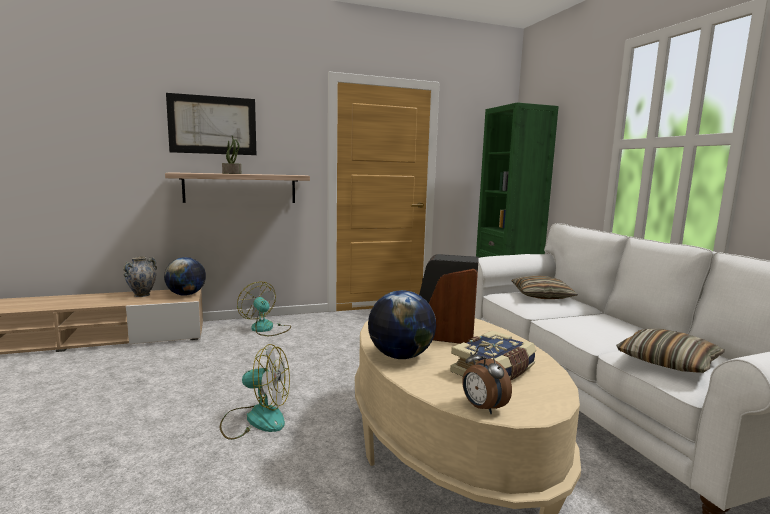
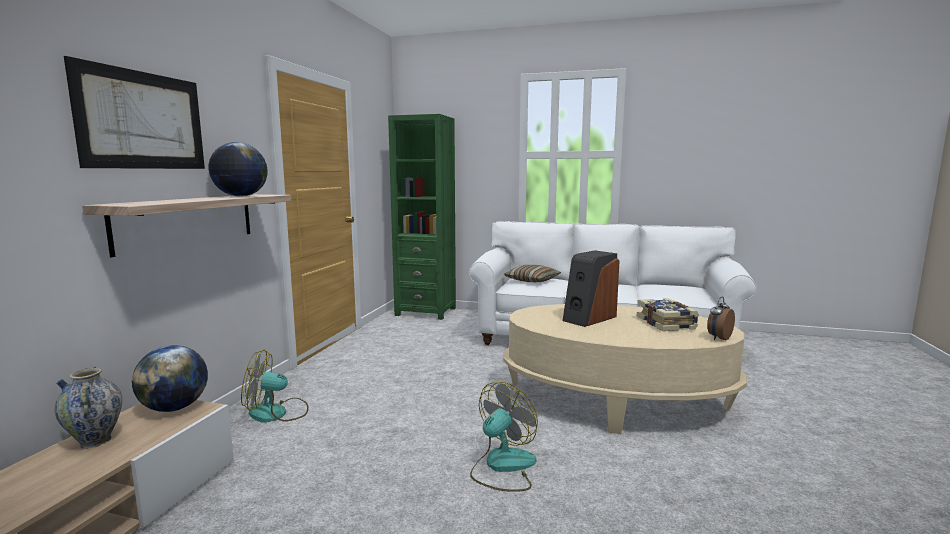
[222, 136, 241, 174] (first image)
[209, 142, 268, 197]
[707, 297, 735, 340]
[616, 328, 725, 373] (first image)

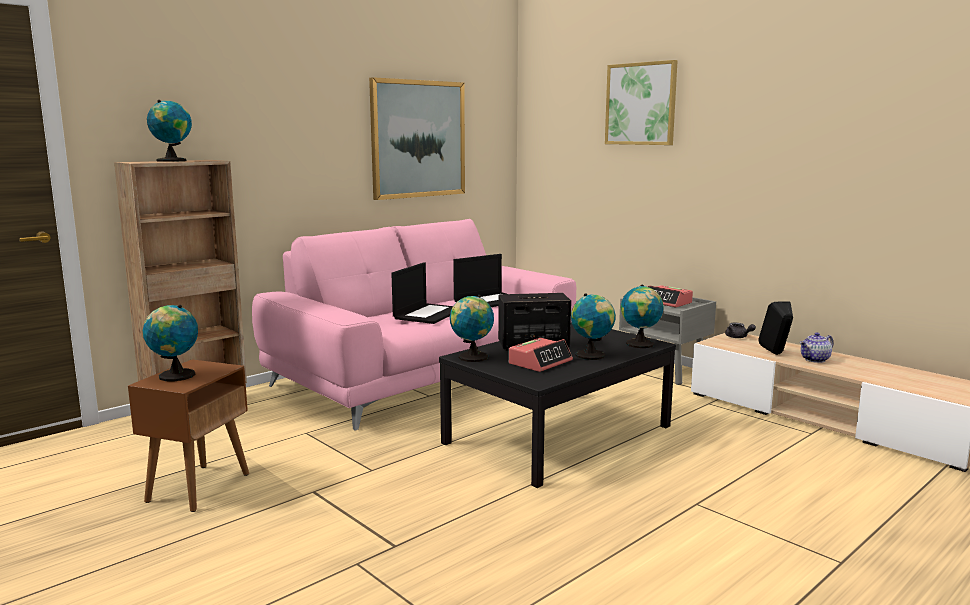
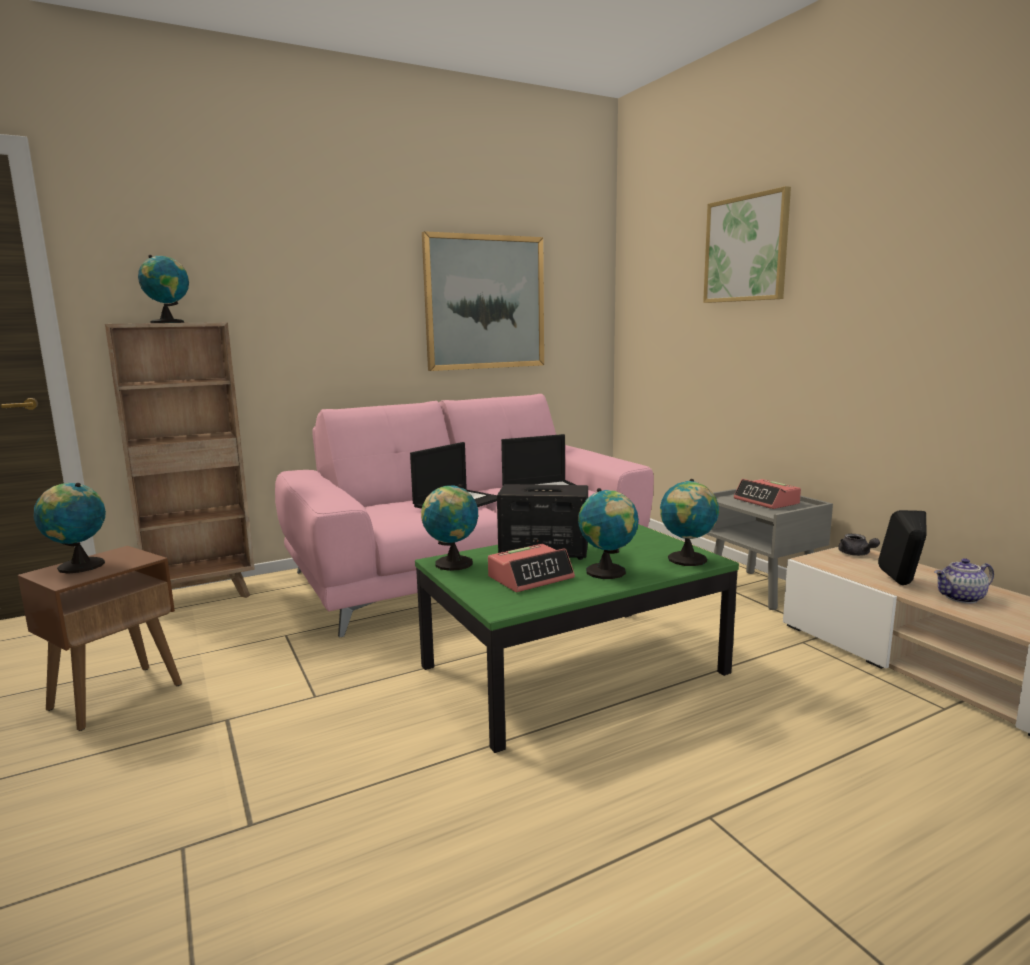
[415, 524, 739, 753]

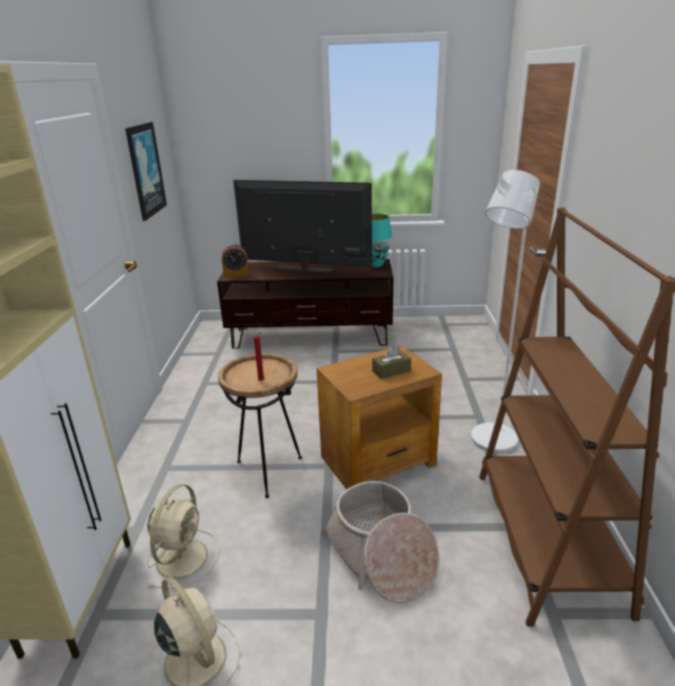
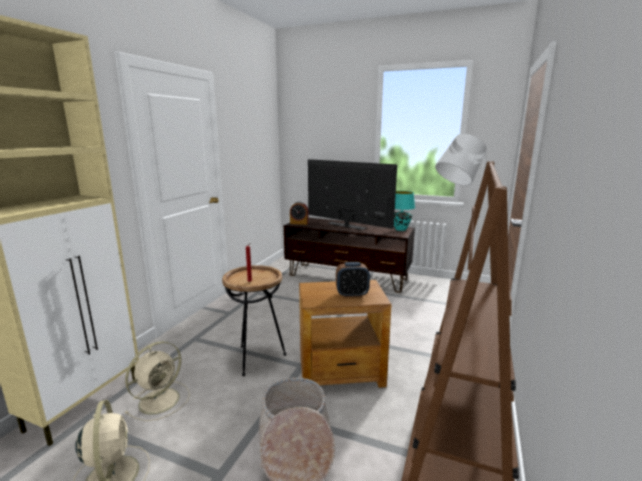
[125, 122, 167, 221] (first image)
[336, 262, 370, 297]

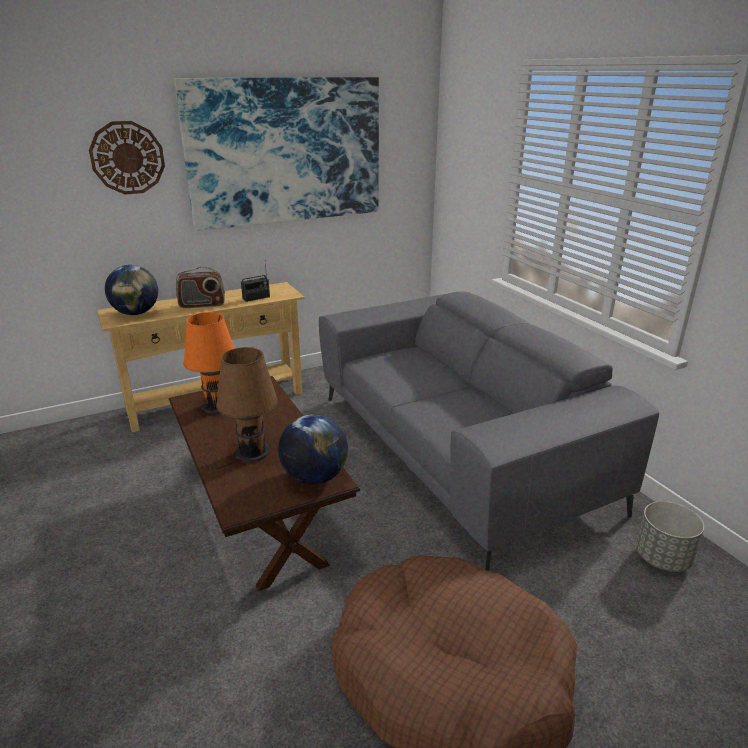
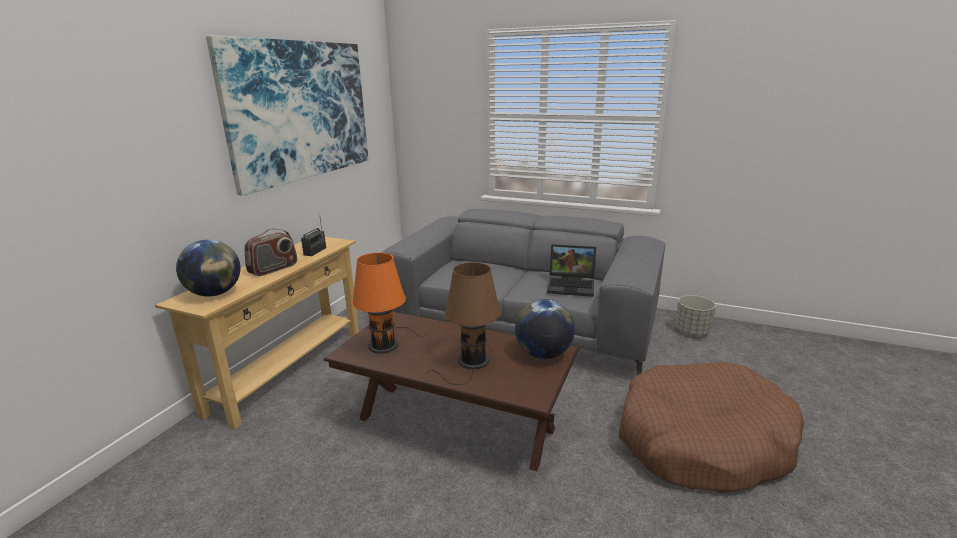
[89, 121, 165, 195] (first image)
[547, 244, 596, 297]

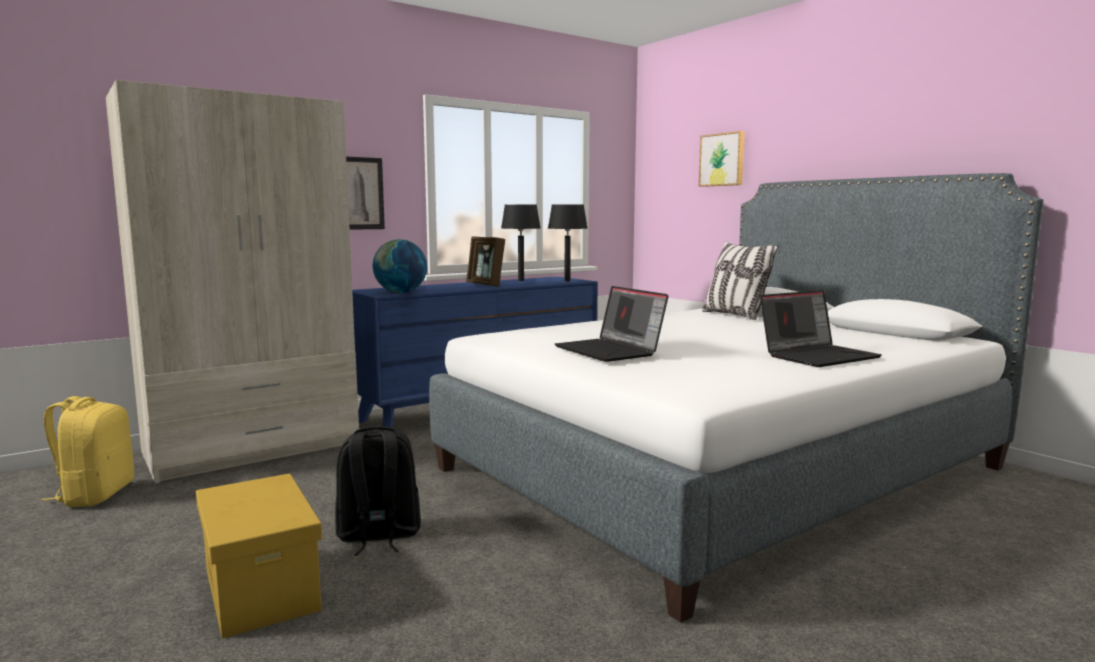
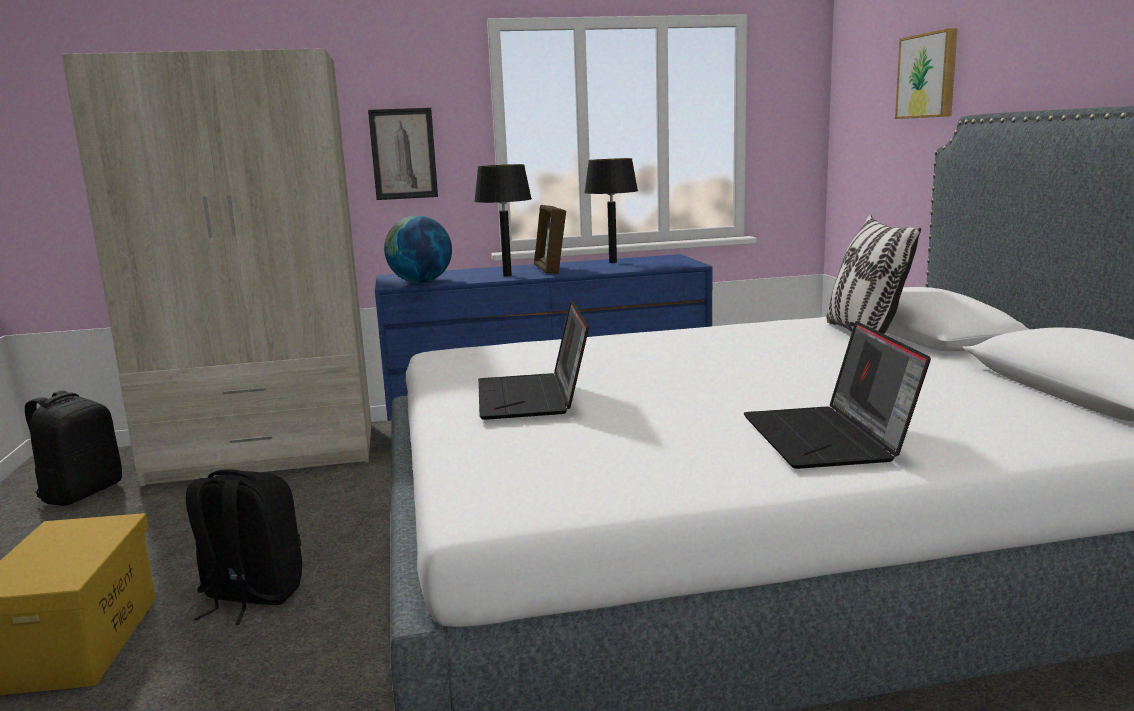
[25, 390, 122, 506]
[474, 164, 532, 276]
[744, 321, 931, 469]

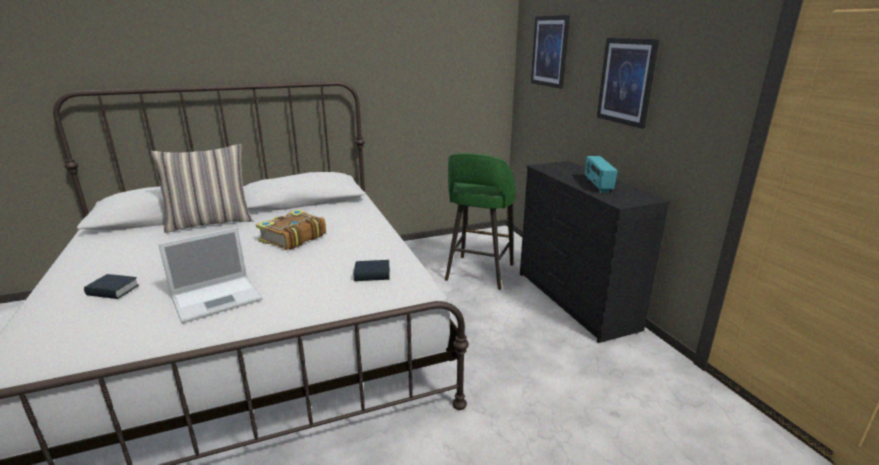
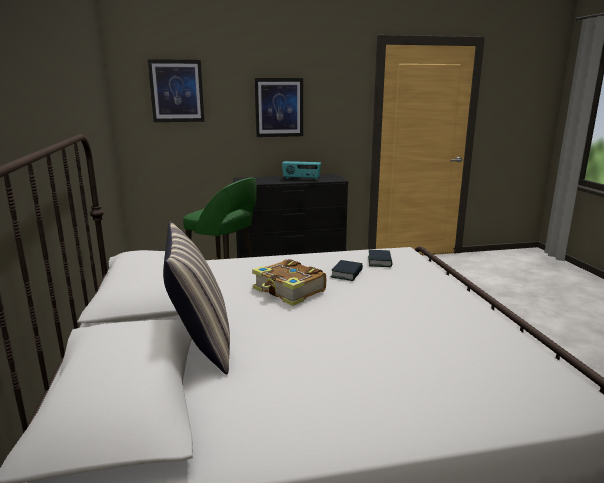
[331, 260, 363, 281]
[158, 227, 262, 324] (first image)

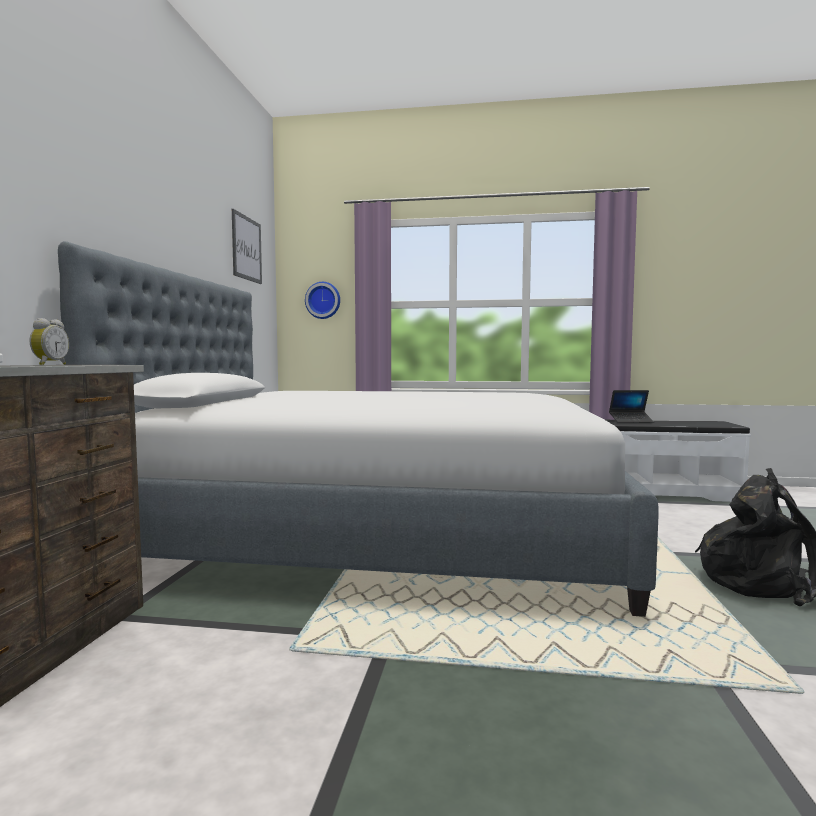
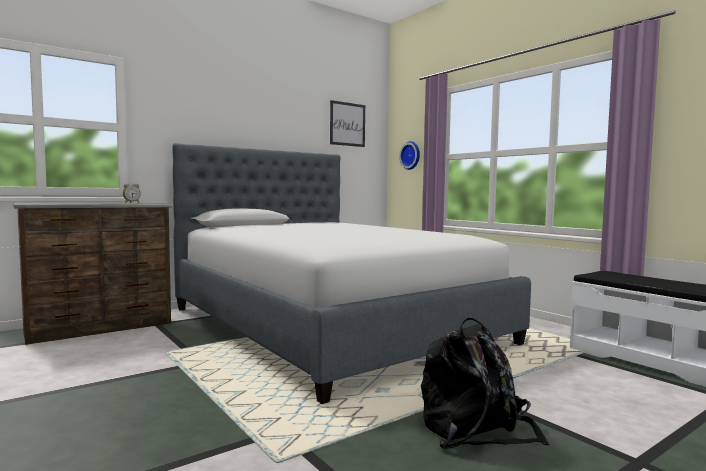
[609, 390, 654, 423] (first image)

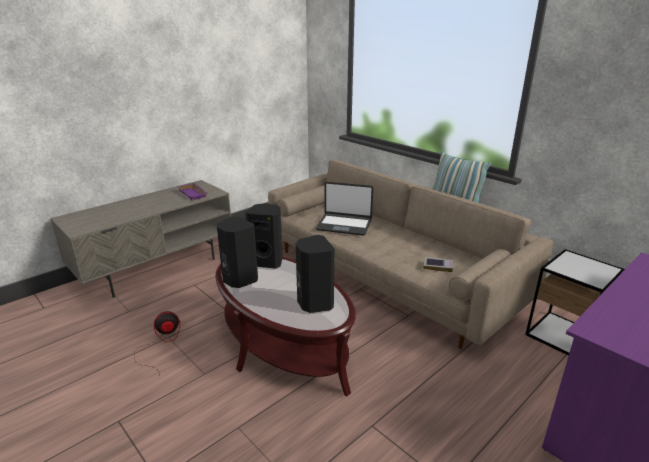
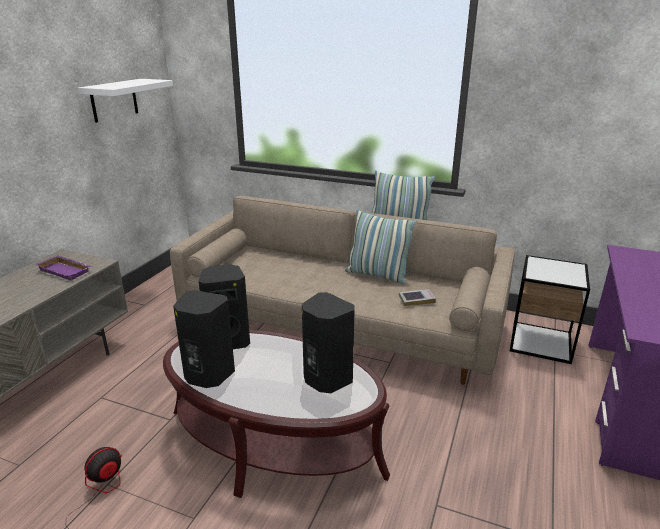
[316, 182, 373, 235] (first image)
[78, 79, 173, 123]
[345, 209, 416, 284]

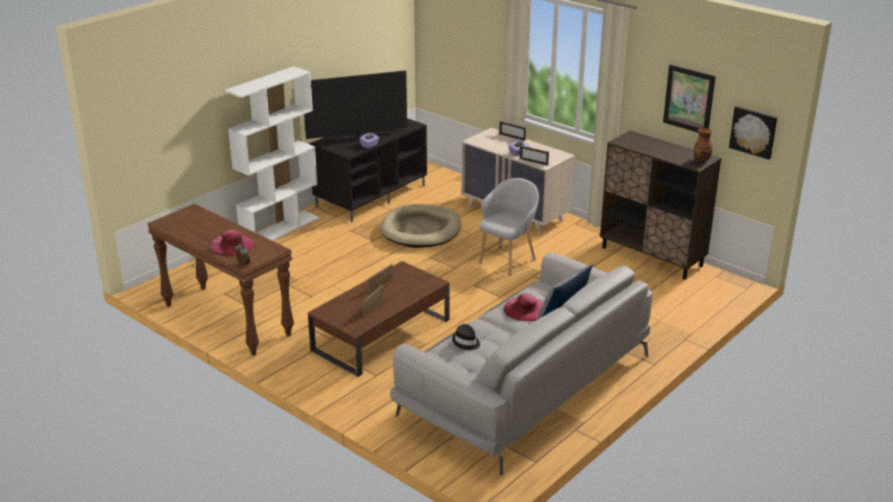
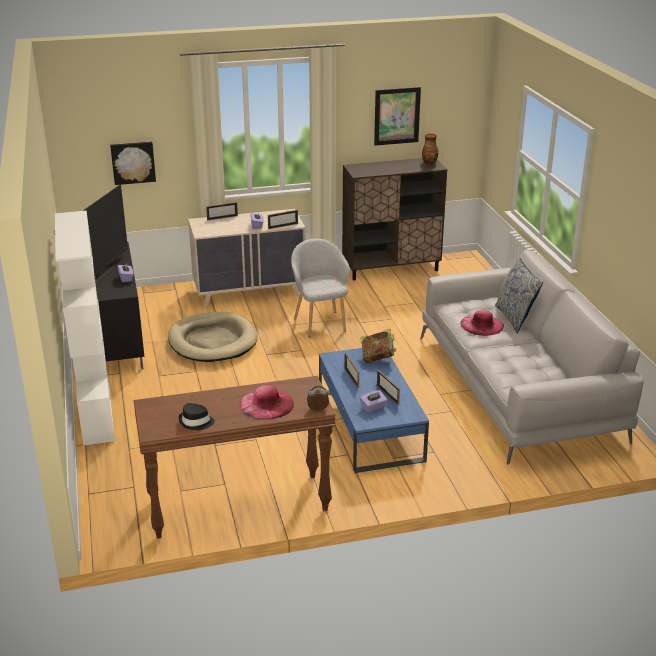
[319, 348, 429, 474]
[178, 403, 215, 430]
[110, 141, 156, 185]
[360, 329, 397, 363]
[360, 390, 387, 413]

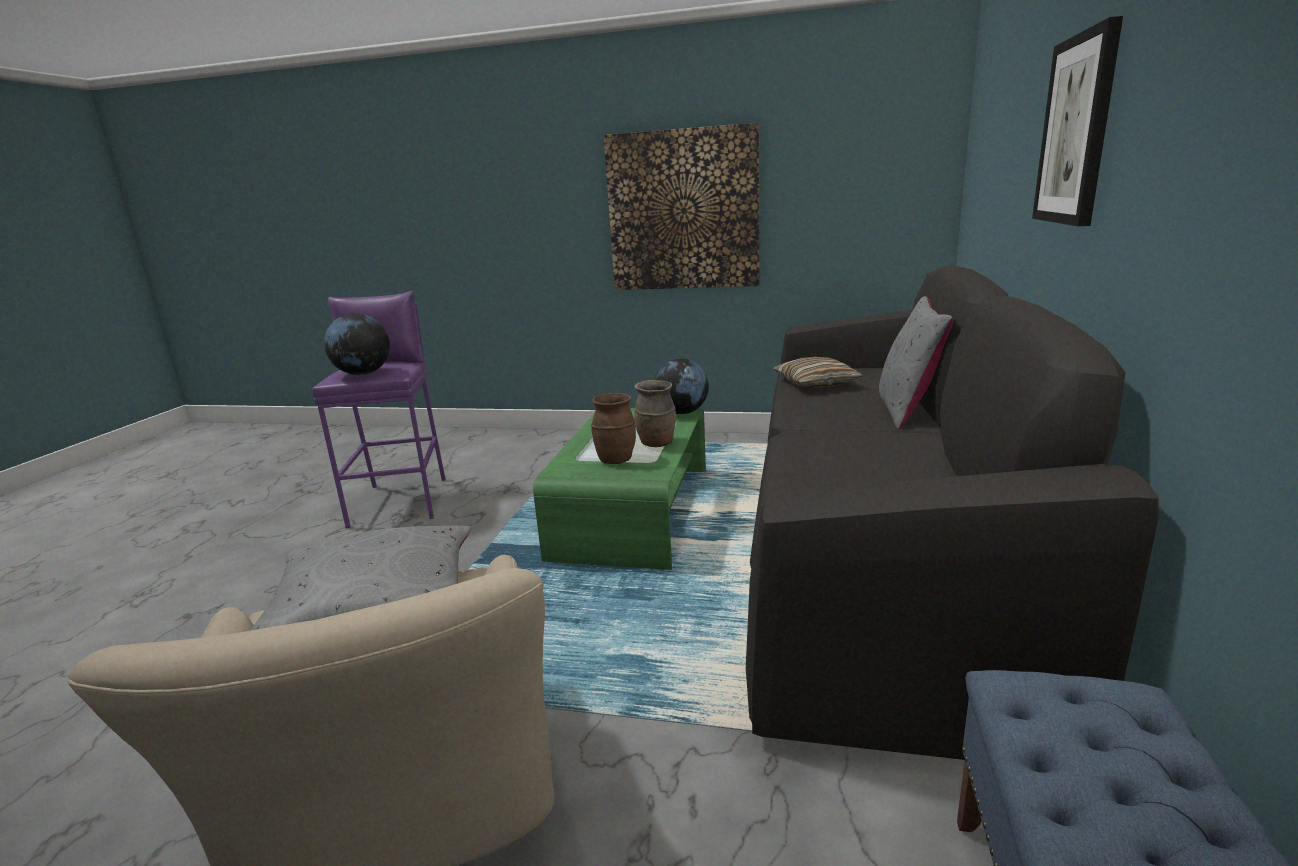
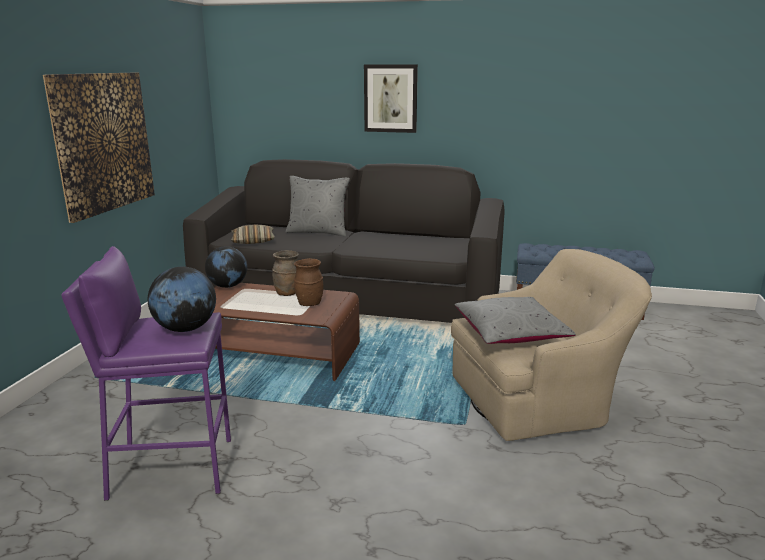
[213, 283, 360, 381]

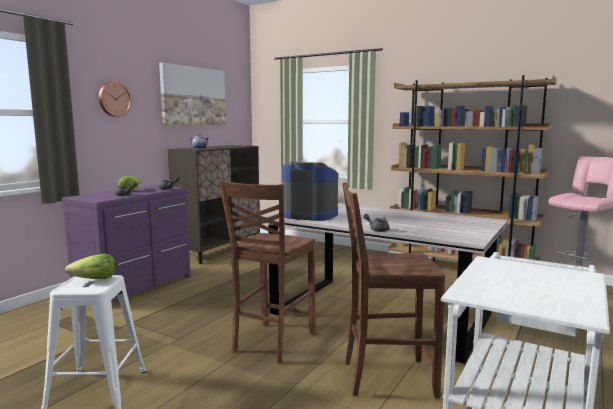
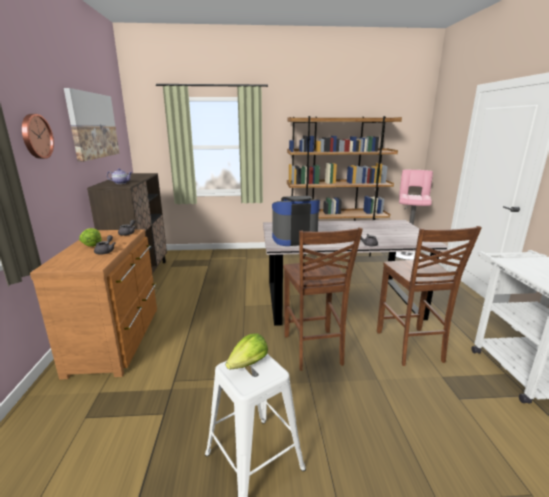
[30, 229, 157, 380]
[377, 226, 482, 366]

